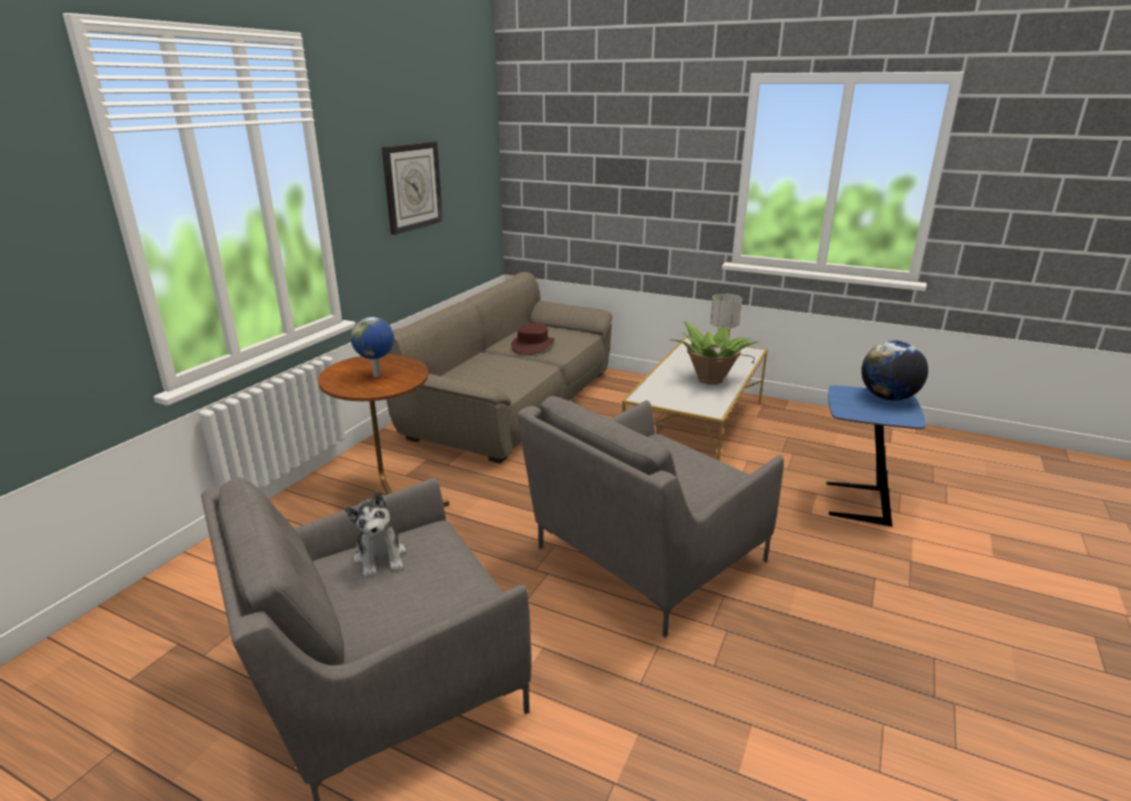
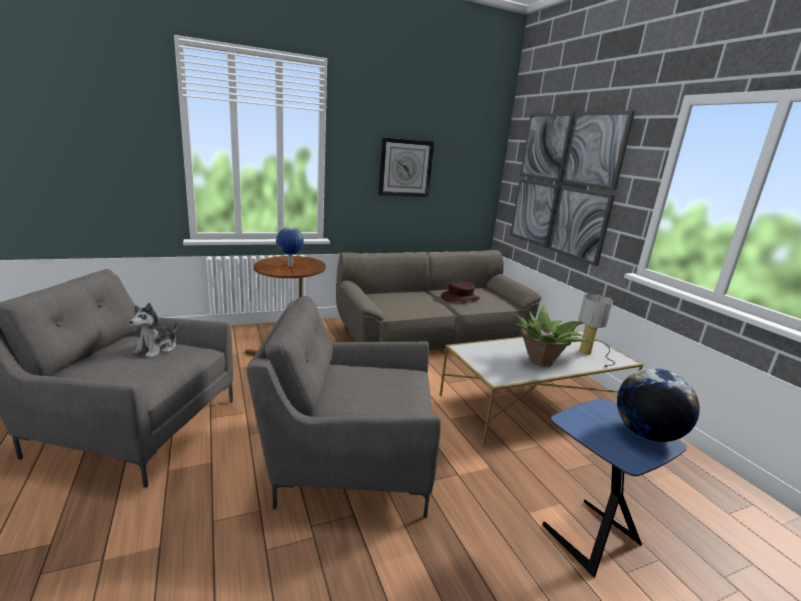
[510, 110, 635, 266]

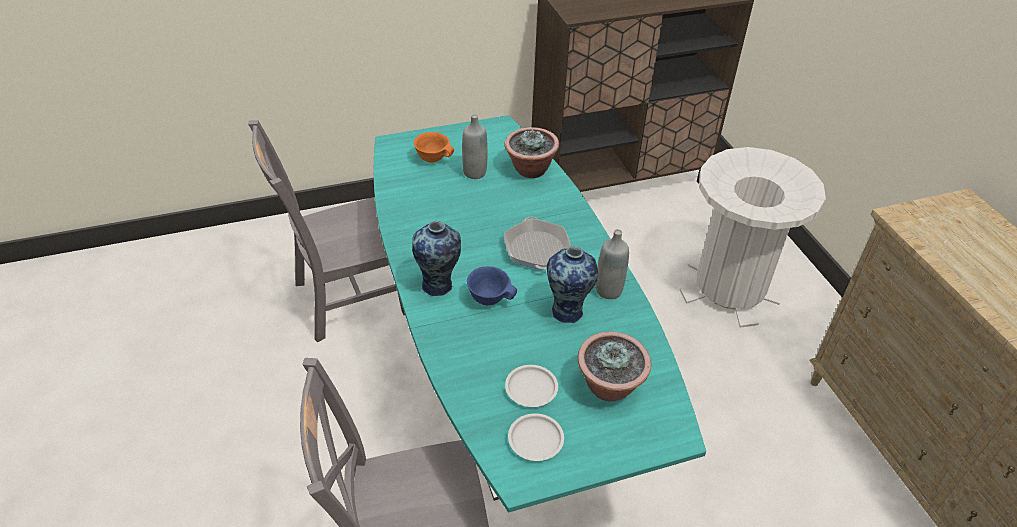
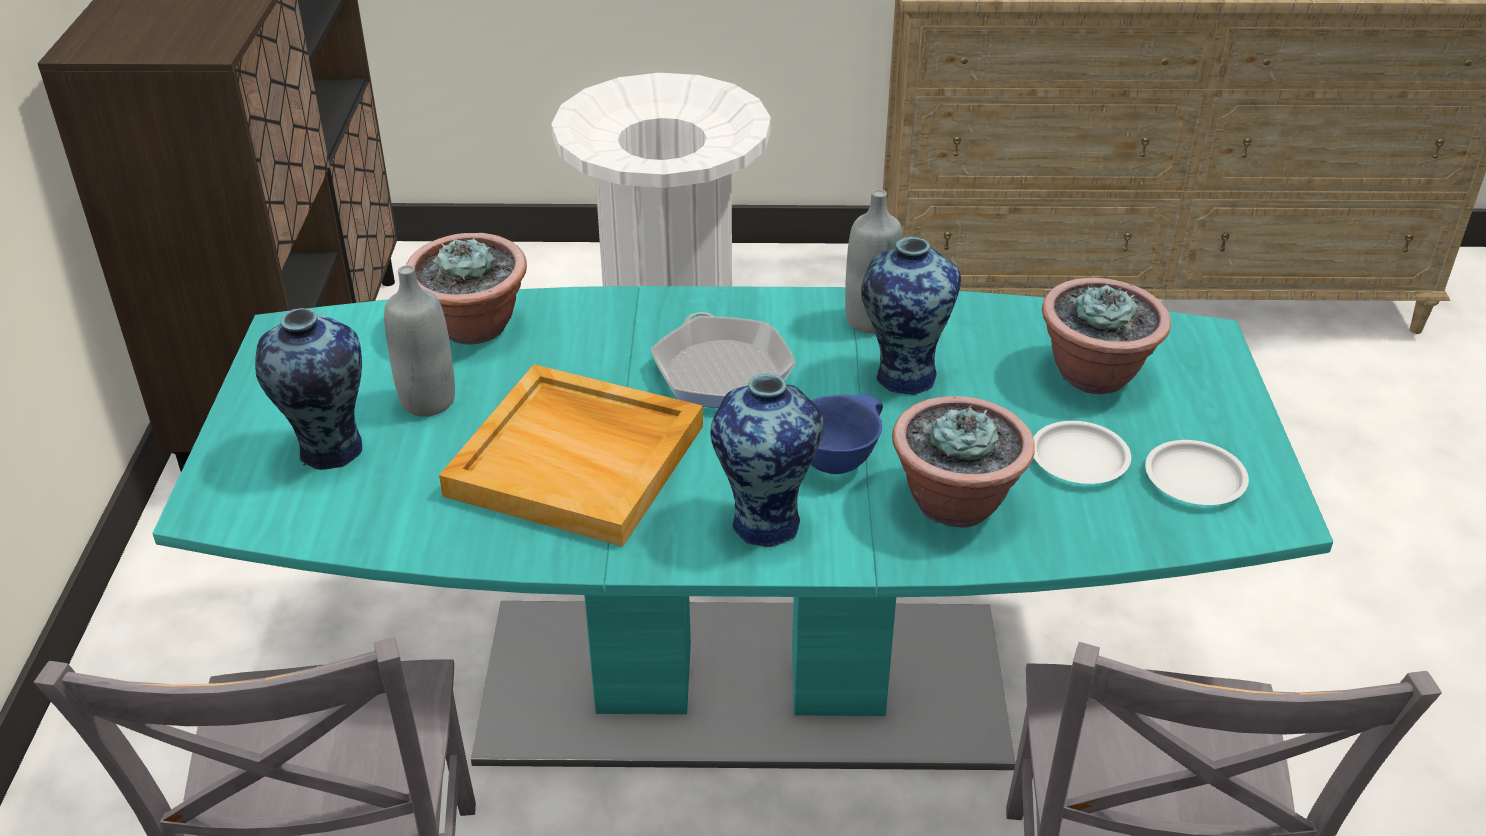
[255, 308, 362, 470]
[651, 312, 796, 408]
[439, 364, 703, 547]
[892, 396, 1035, 528]

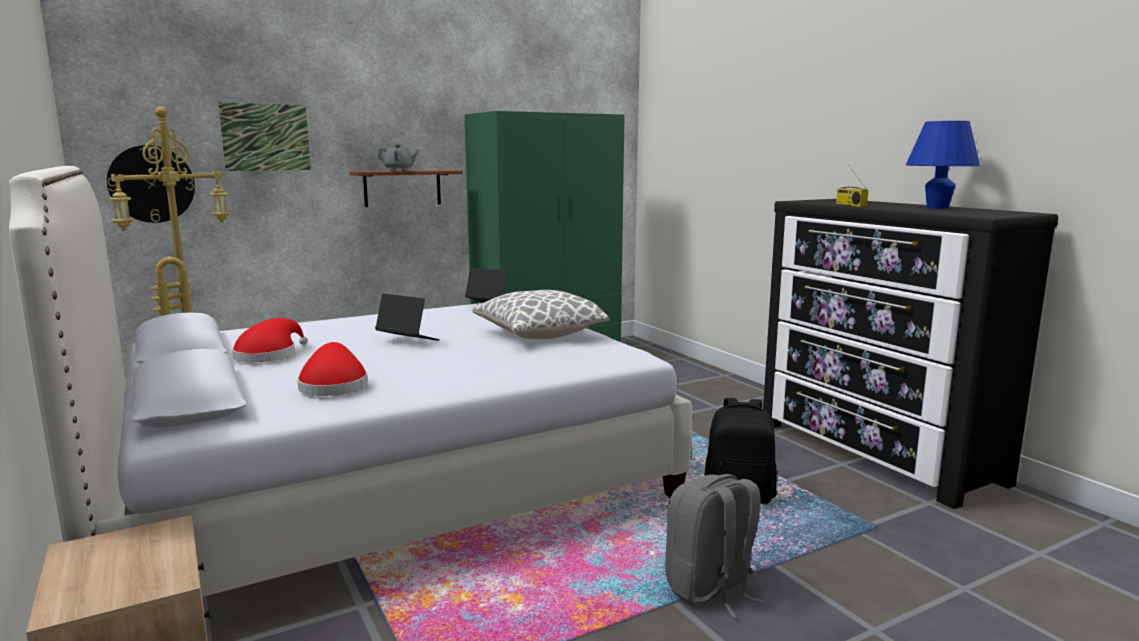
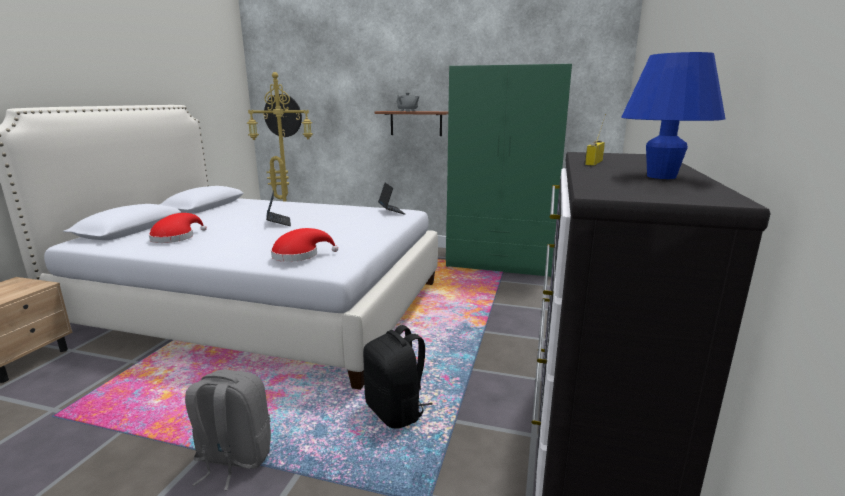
[218, 102, 311, 171] (first image)
[271, 228, 338, 262]
[473, 290, 610, 339] (first image)

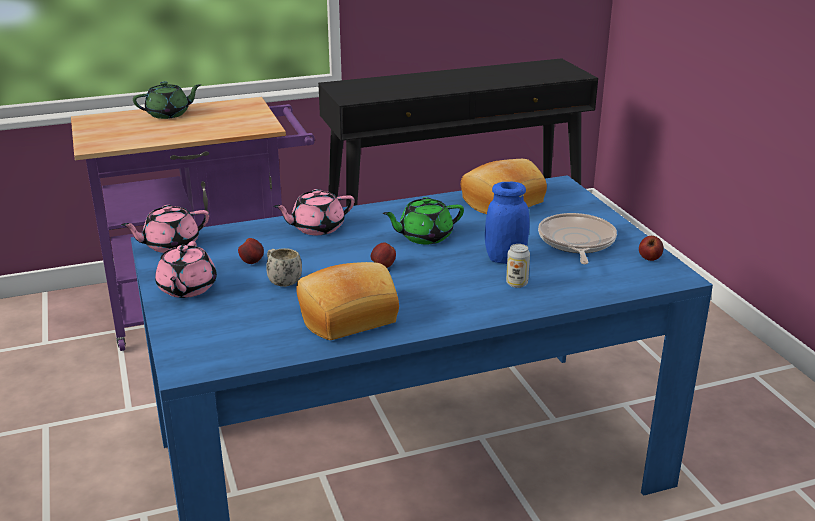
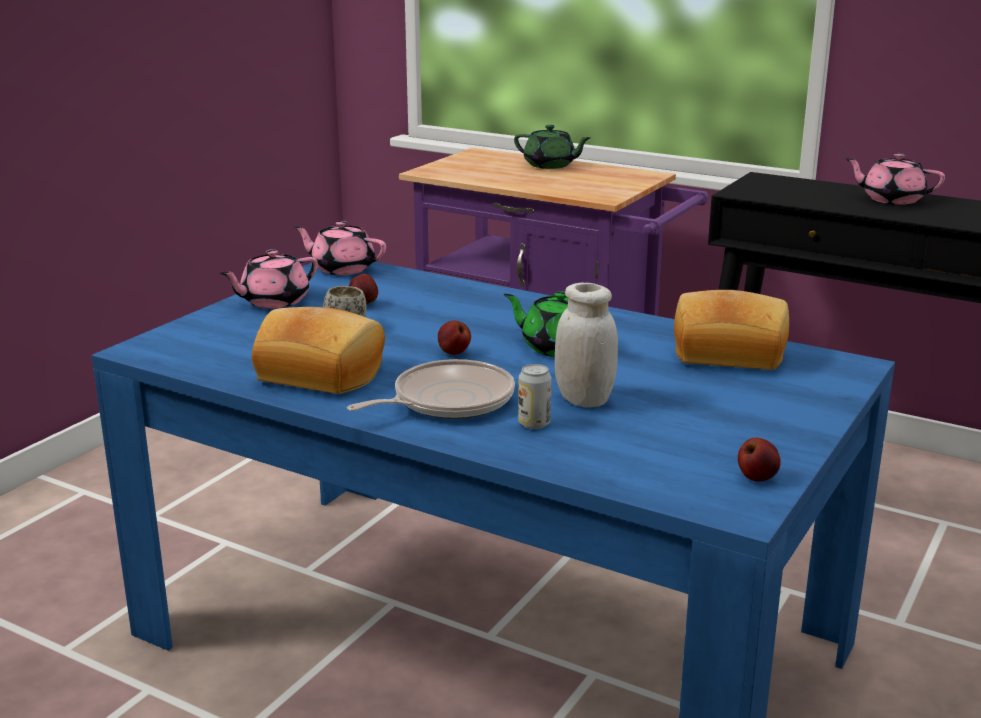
[846, 153, 945, 205]
[555, 283, 618, 408]
[347, 359, 515, 419]

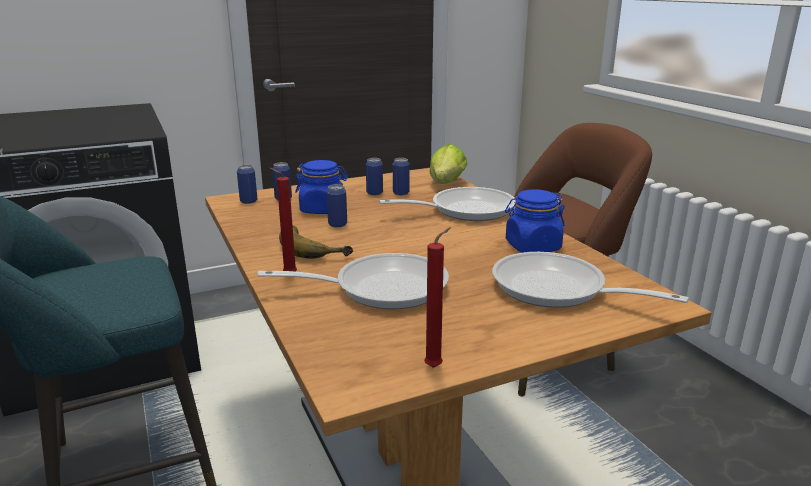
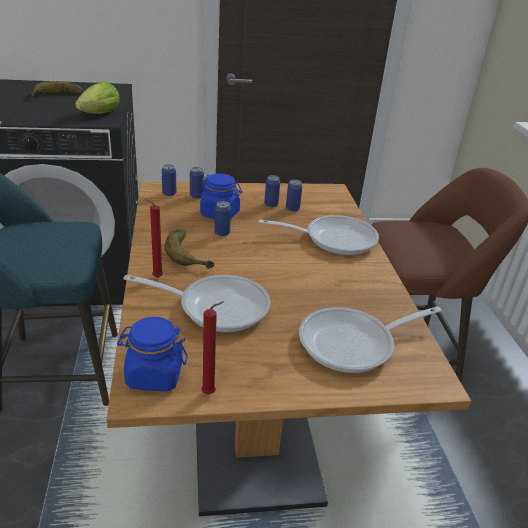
[75, 82, 120, 114]
[299, 306, 442, 373]
[117, 317, 188, 391]
[31, 81, 84, 98]

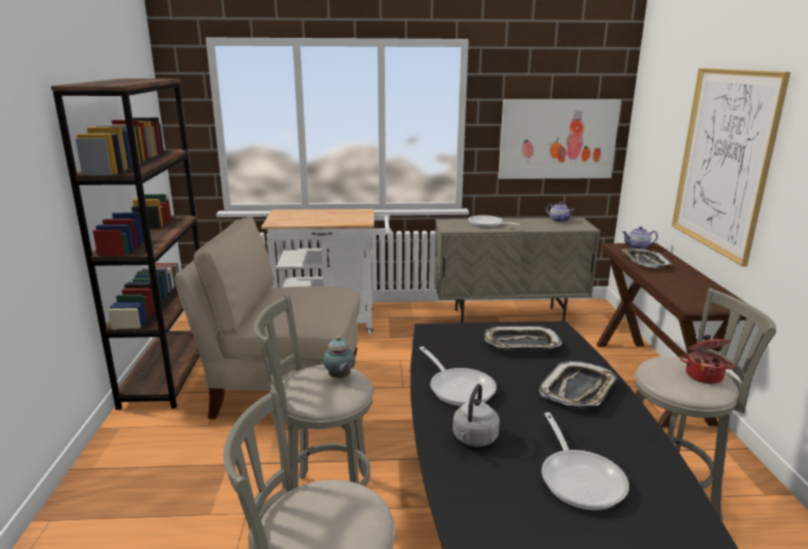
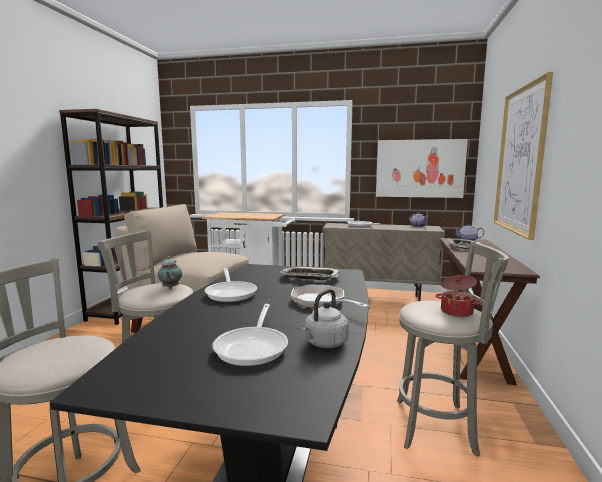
[301, 289, 349, 348]
[291, 285, 370, 308]

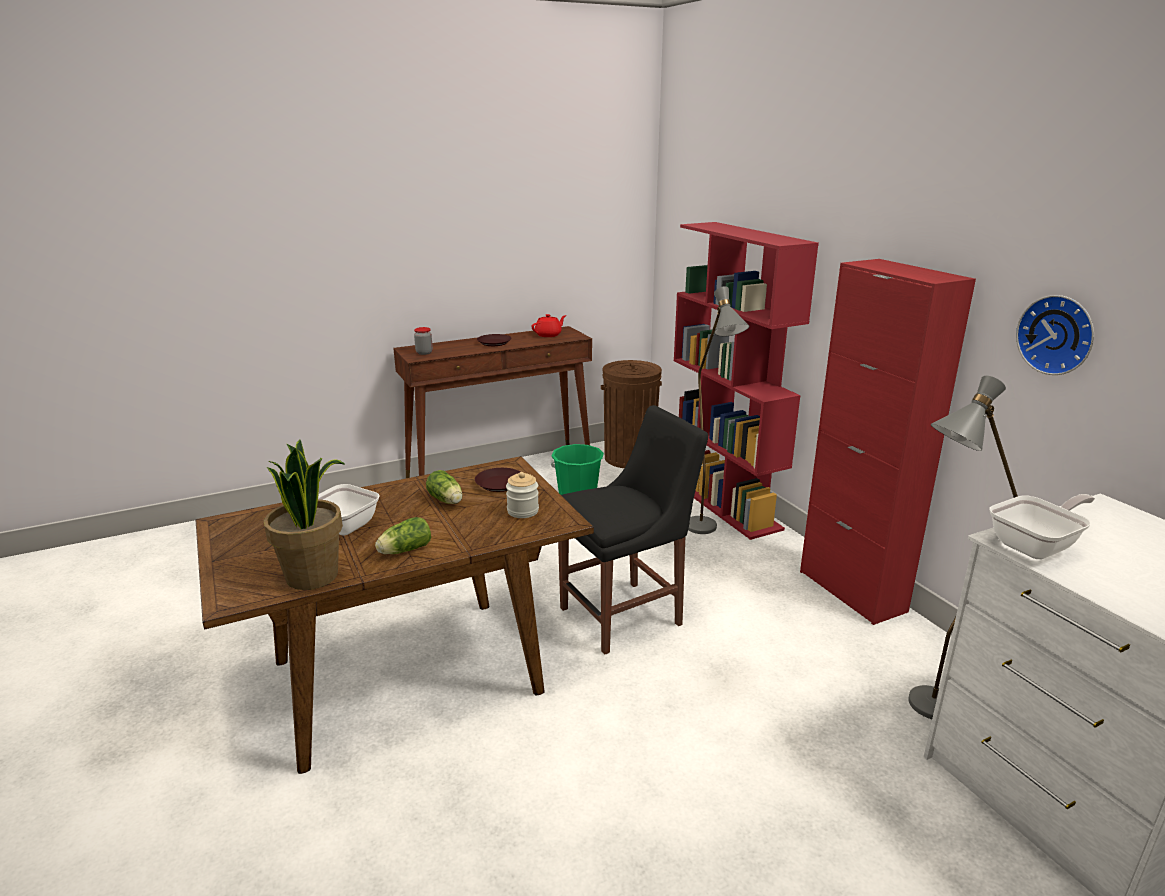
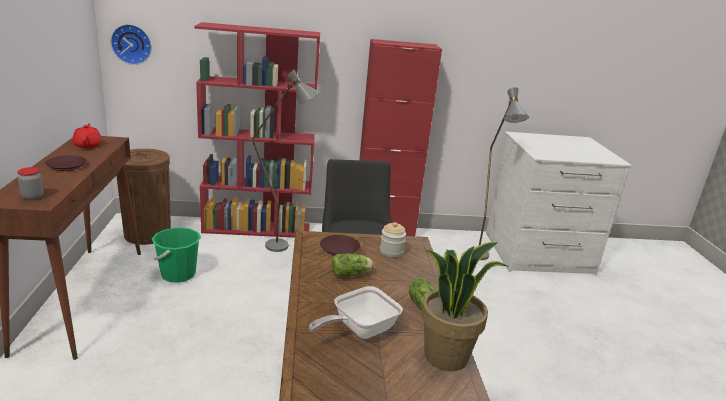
[989, 494, 1095, 559] (first image)
[111, 24, 152, 65]

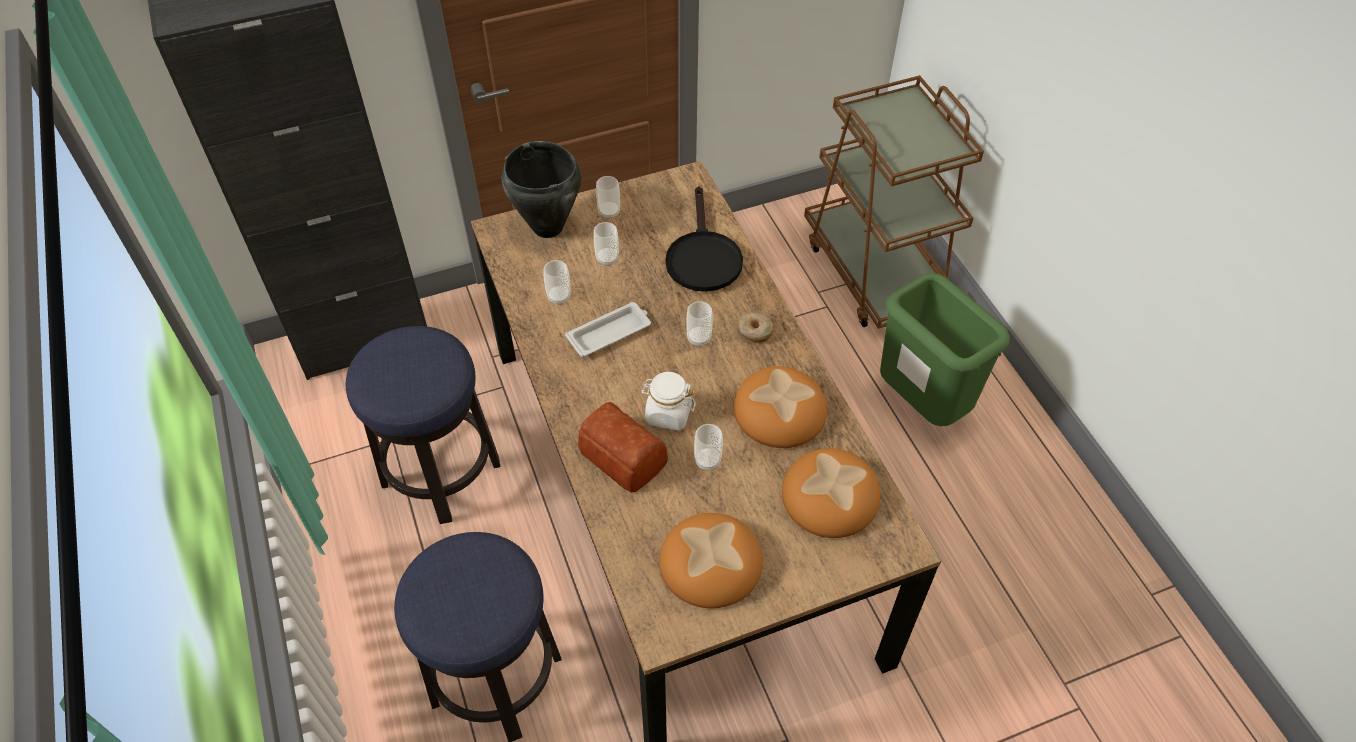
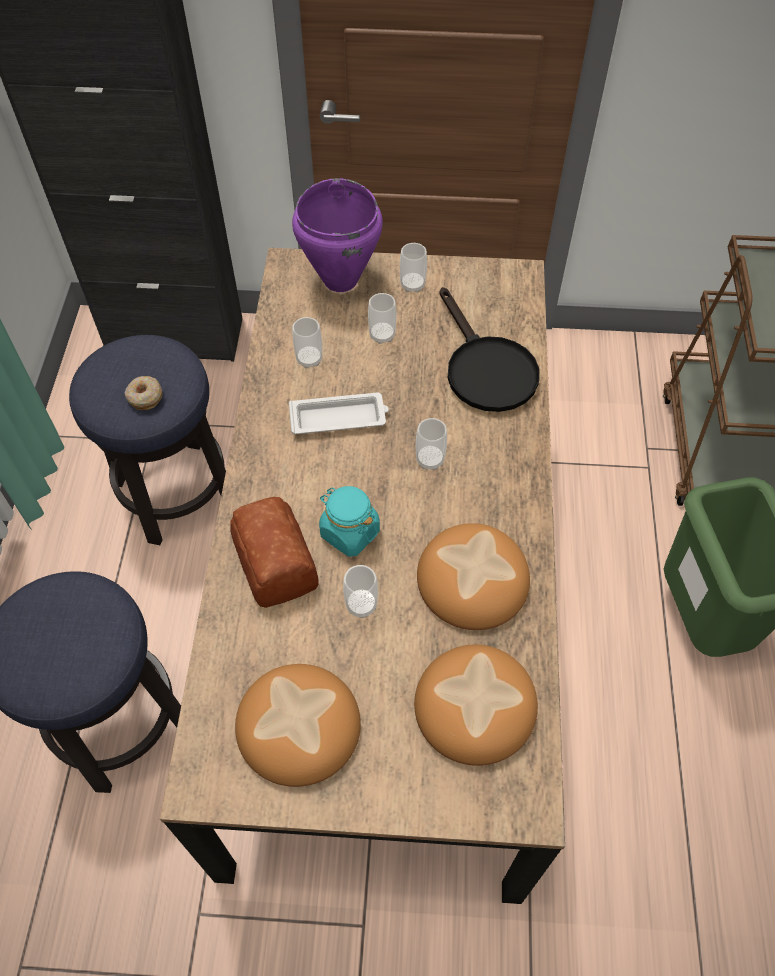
[292, 178, 383, 292]
[319, 486, 380, 557]
[439, 287, 539, 412]
[124, 376, 163, 410]

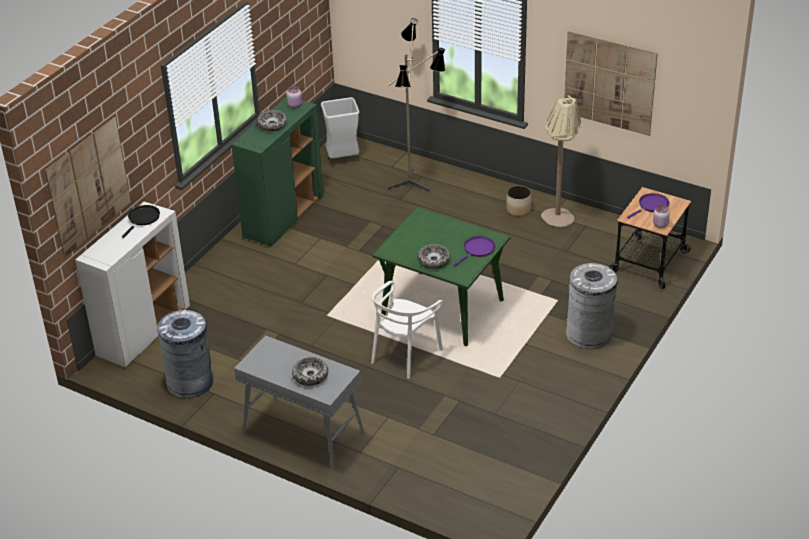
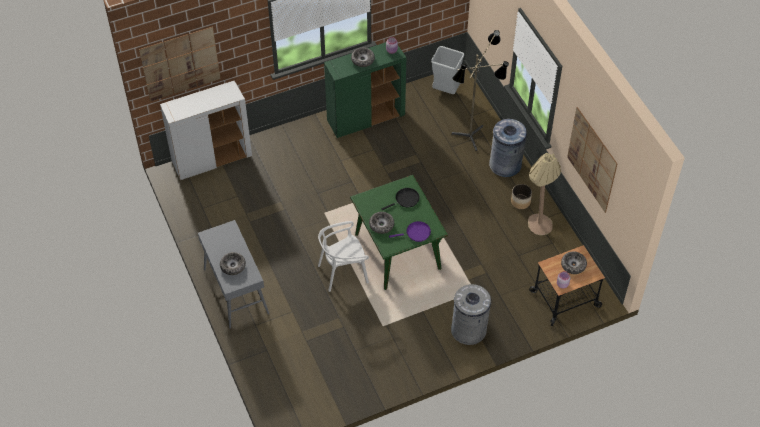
[382, 188, 420, 210]
[489, 119, 527, 177]
[561, 251, 587, 274]

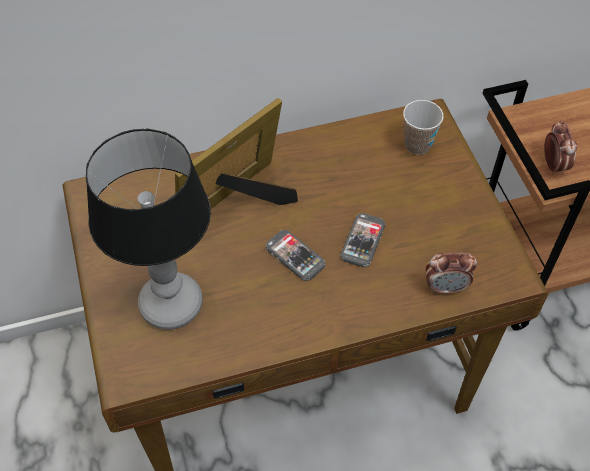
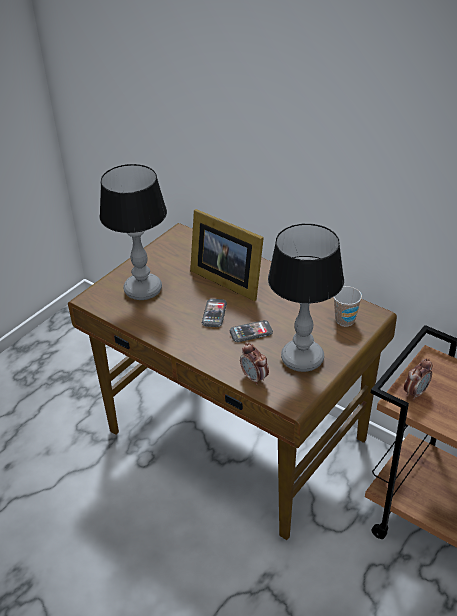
[190, 209, 264, 301]
[268, 224, 344, 372]

